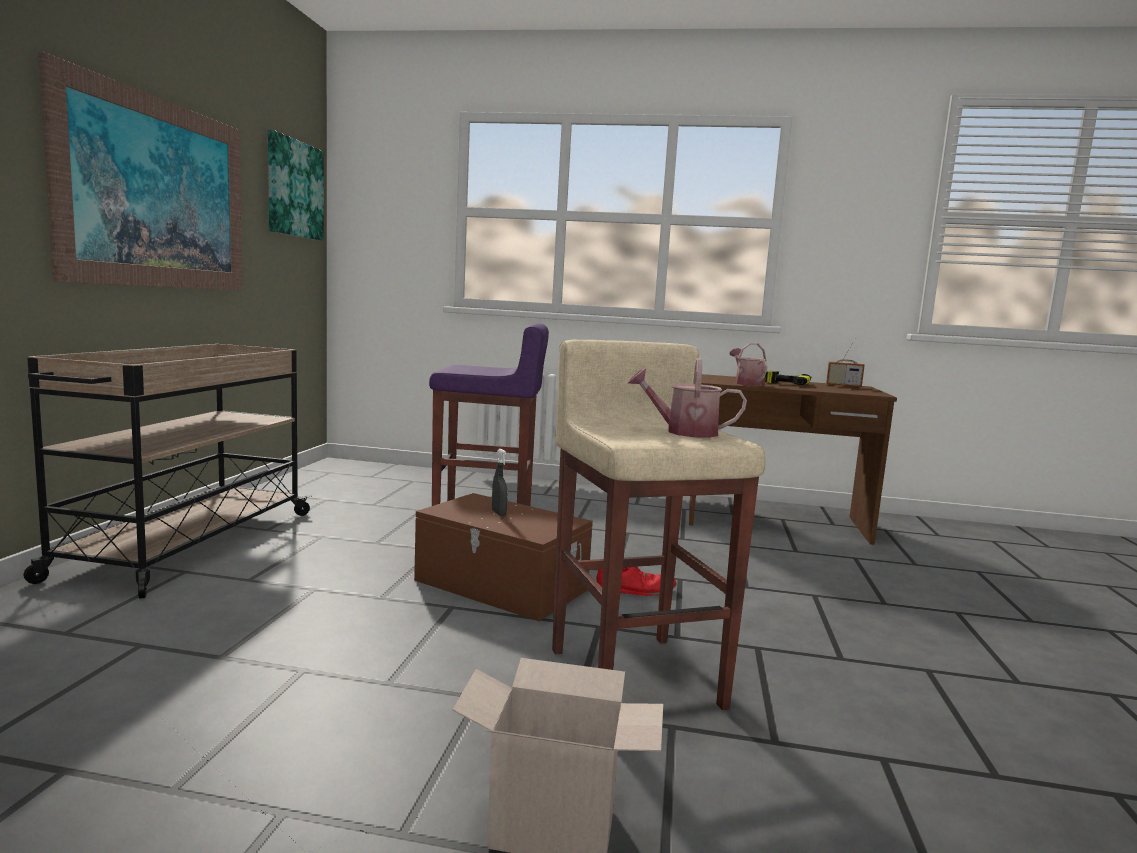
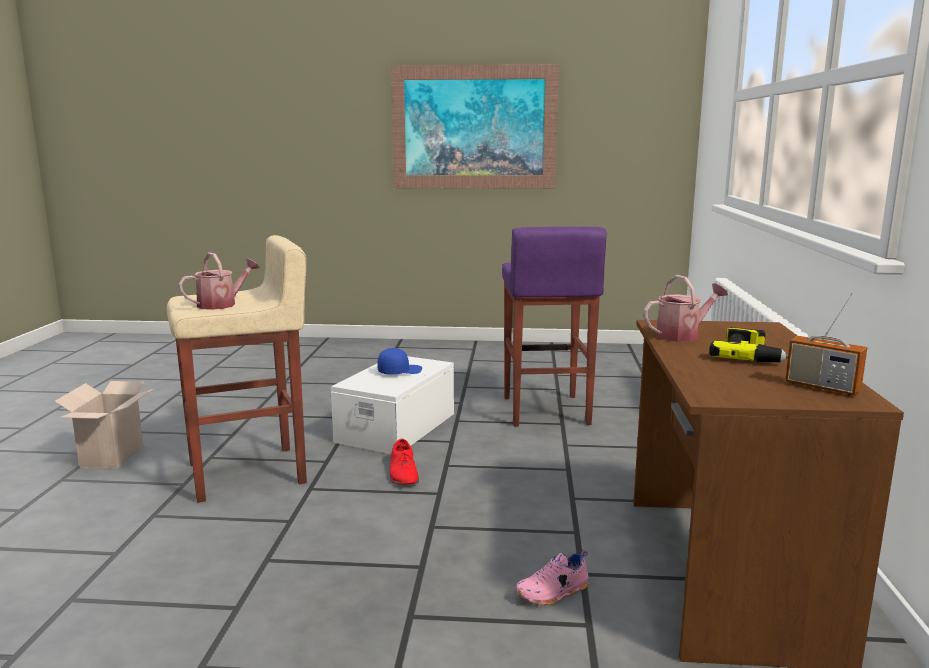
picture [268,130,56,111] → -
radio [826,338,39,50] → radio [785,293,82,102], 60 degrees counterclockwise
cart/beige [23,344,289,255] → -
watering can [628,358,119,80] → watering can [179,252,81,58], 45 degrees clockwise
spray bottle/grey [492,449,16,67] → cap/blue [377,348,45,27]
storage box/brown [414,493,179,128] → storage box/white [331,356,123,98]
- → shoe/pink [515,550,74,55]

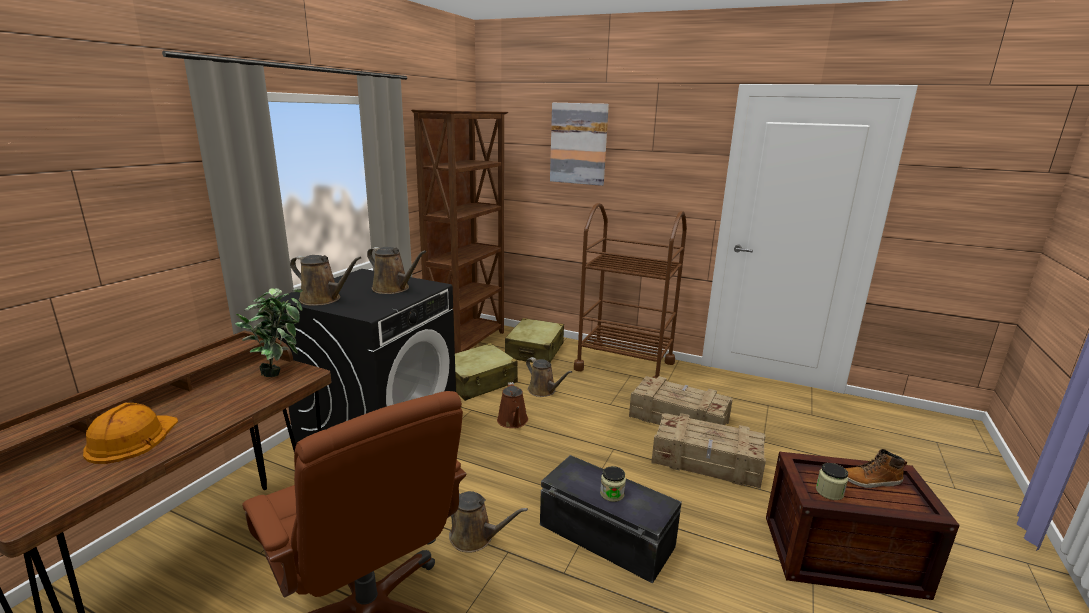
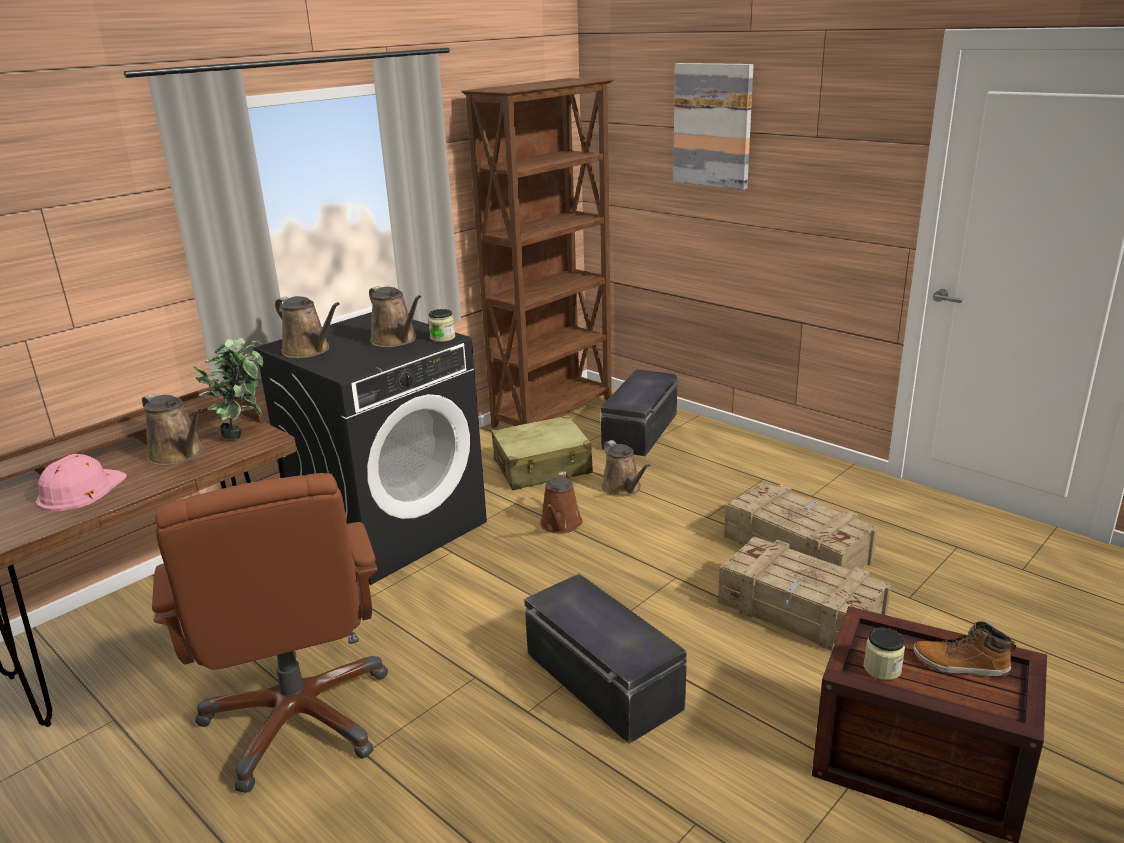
cart/brown [574,203,113,176] → -
suitcase/beige [505,318,59,44] → storage box/black [601,369,78,87]
hard hat/orange [83,403,95,61] → hard hat/pink [36,454,91,58]
jar [600,466,26,36] → jar [428,309,27,33], moved
watering can/brown [449,491,79,62] → watering can/brown [142,393,61,72], moved

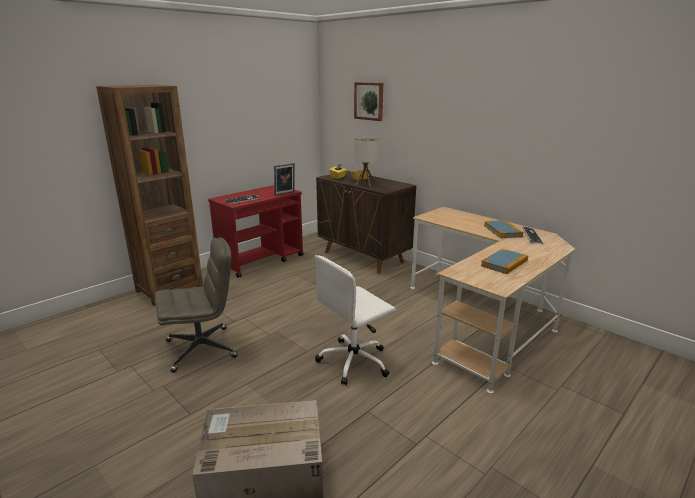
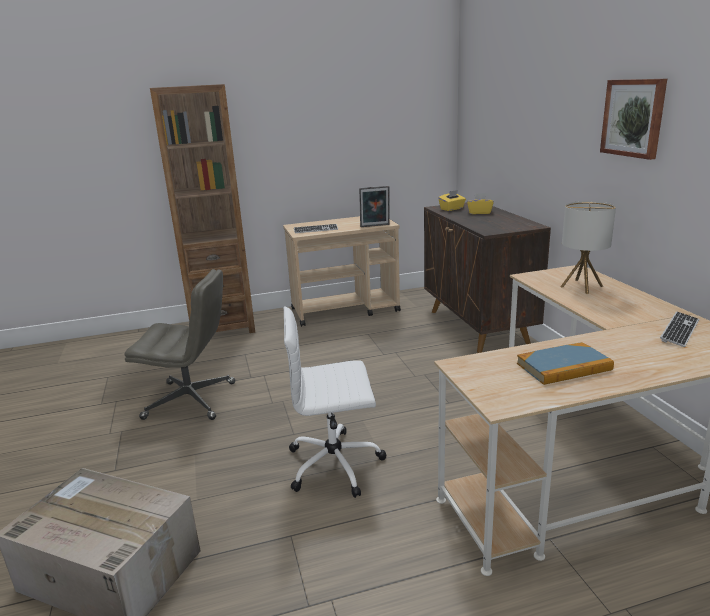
picture [354,82,29,39] → picture [600,79,67,81], moved
table lamp [354,138,24,48] → table lamp [560,201,56,93], moved
cart/red [208,185,96,93] → cart/beige [283,216,118,111]
book [484,220,39,18] → -

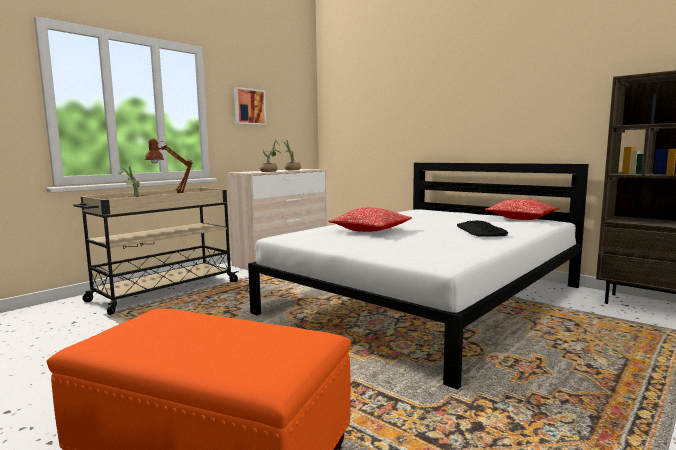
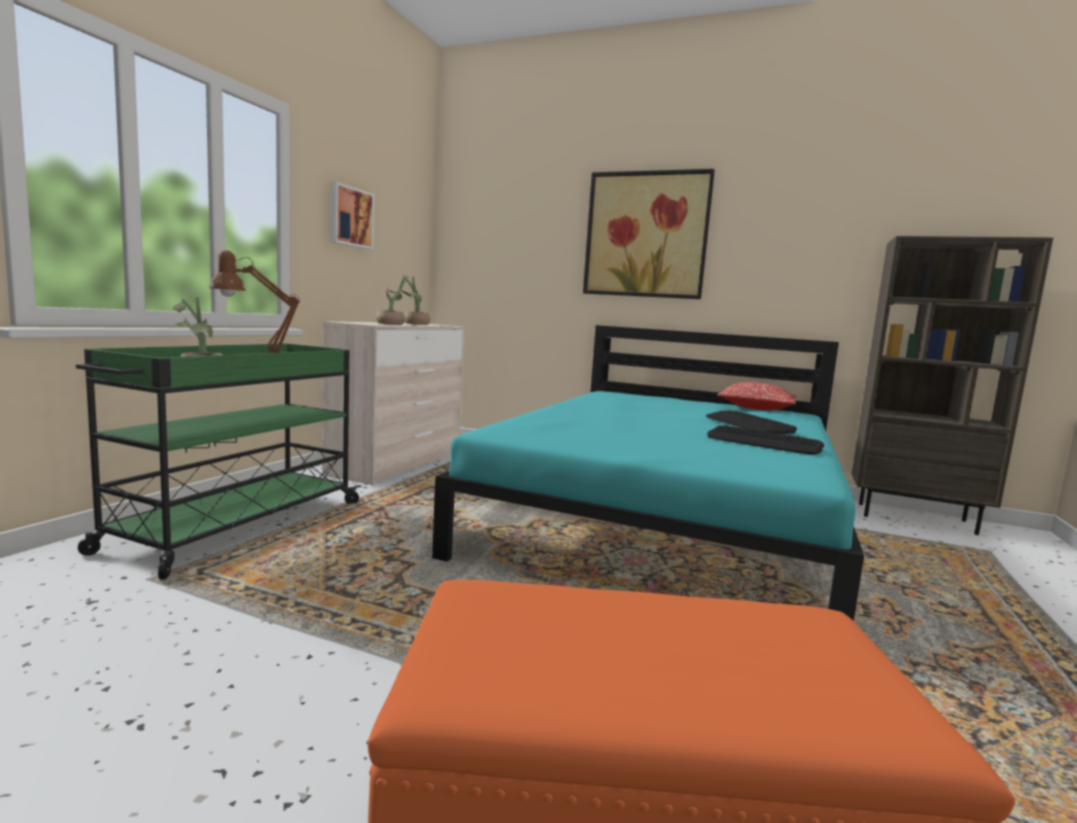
bed/white [248,163,341,227] → bed/turquoise [432,325,432,296]
cart/beige [73,187,166,128] → cart/green [76,343,286,237]
pillow [328,207,84,25] → -
- → picture [583,169,132,130]
- → keyboard [707,426,117,29]

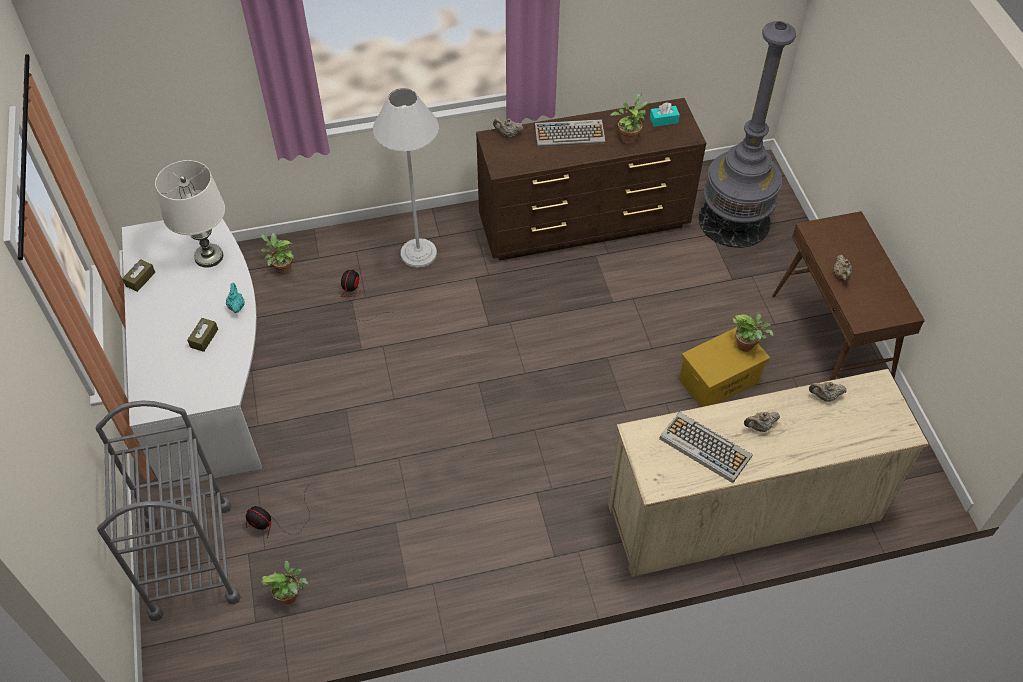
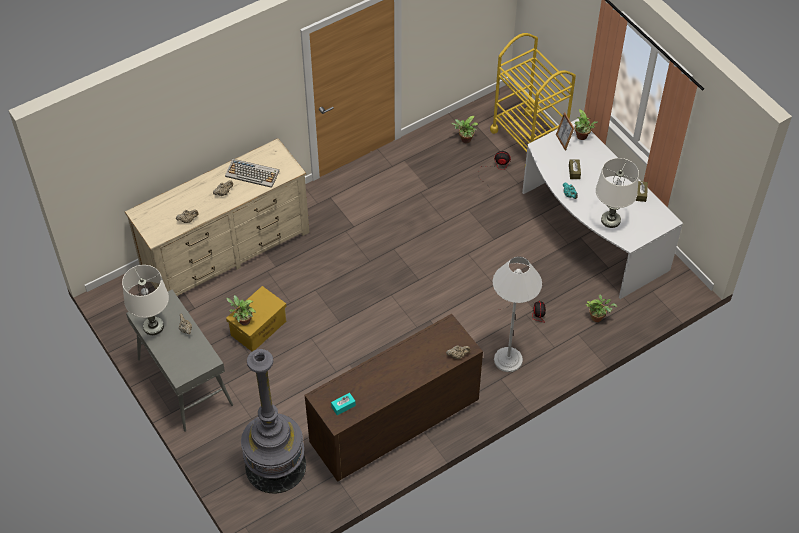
potted plant [610,93,39,51] → potted plant [574,109,24,31], moved
keyboard [535,119,70,28] → -
console table/brown [772,211,153,170] → console table/grey [126,290,107,142]
cart/grey [95,400,146,221] → cart/yellow [490,33,86,131]
- → picture frame [556,112,18,38]
- → table lamp/white [122,265,47,70]

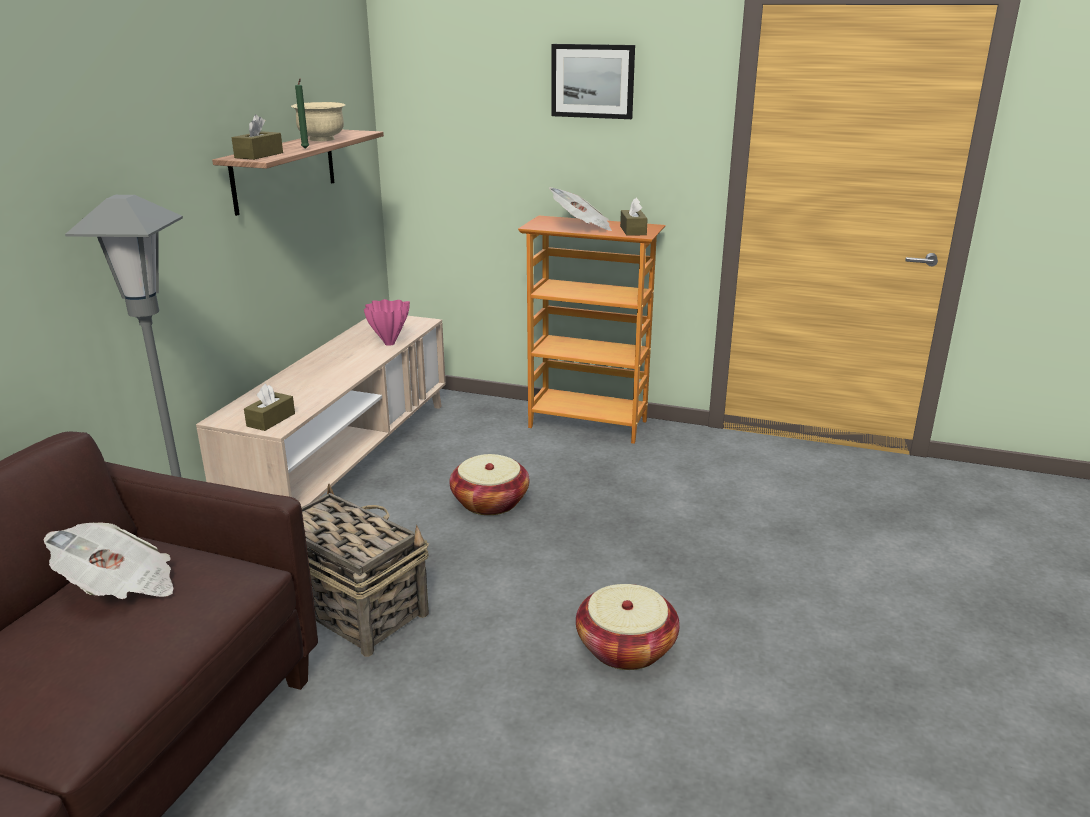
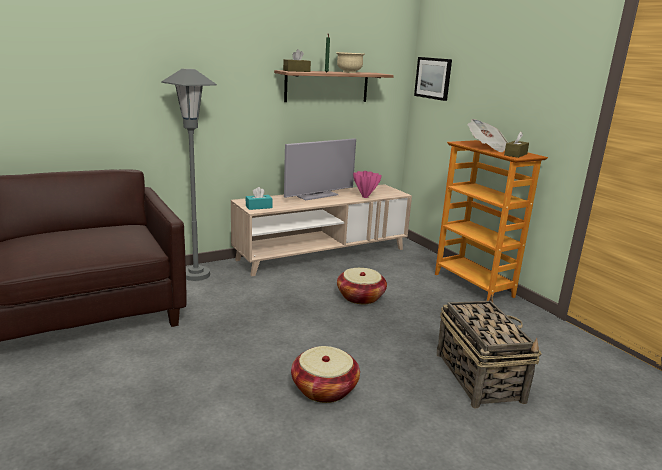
picture [551,44,84,75] → picture [414,57,38,44], moved
tissue box/brown [244,384,51,47] → tissue box/turquoise [246,187,27,23]
basket [301,484,128,173] → basket [437,294,105,114], moved
newspaper [44,522,129,77] → -
- → television [284,138,72,62]

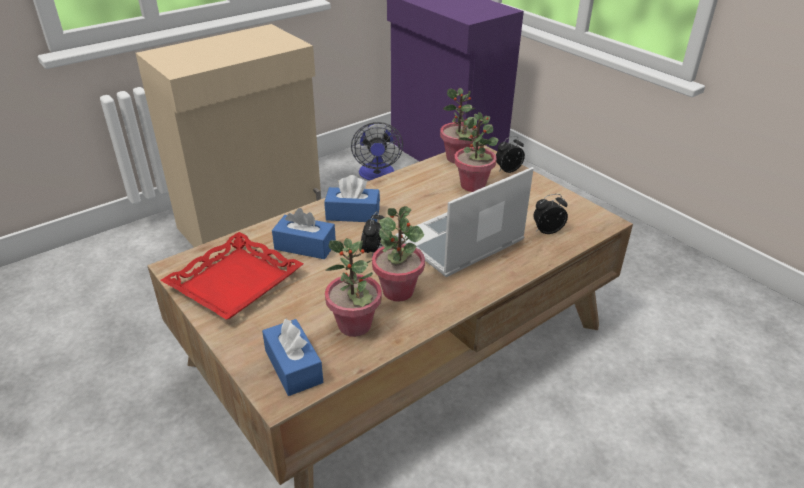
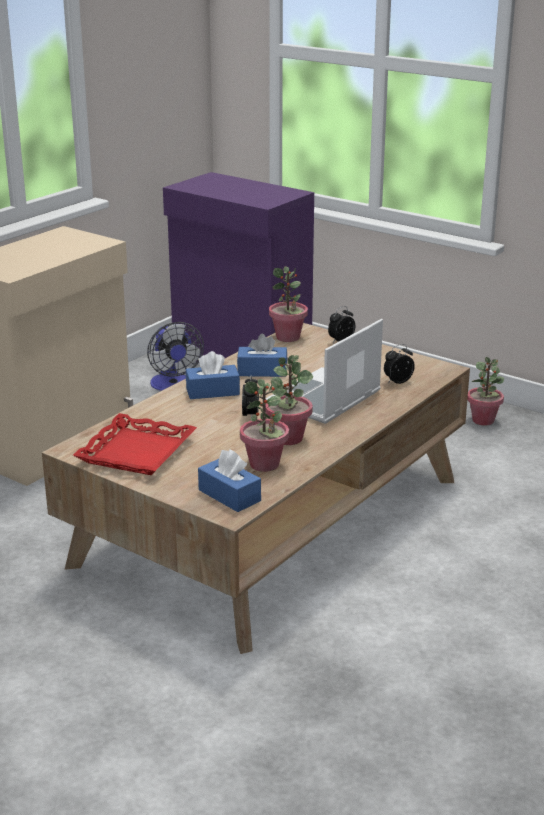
potted plant [454,112,44,80] → potted plant [467,357,37,69], moved
tissue box/blue [272,208,64,51] → tissue box/blue [237,334,50,43], moved

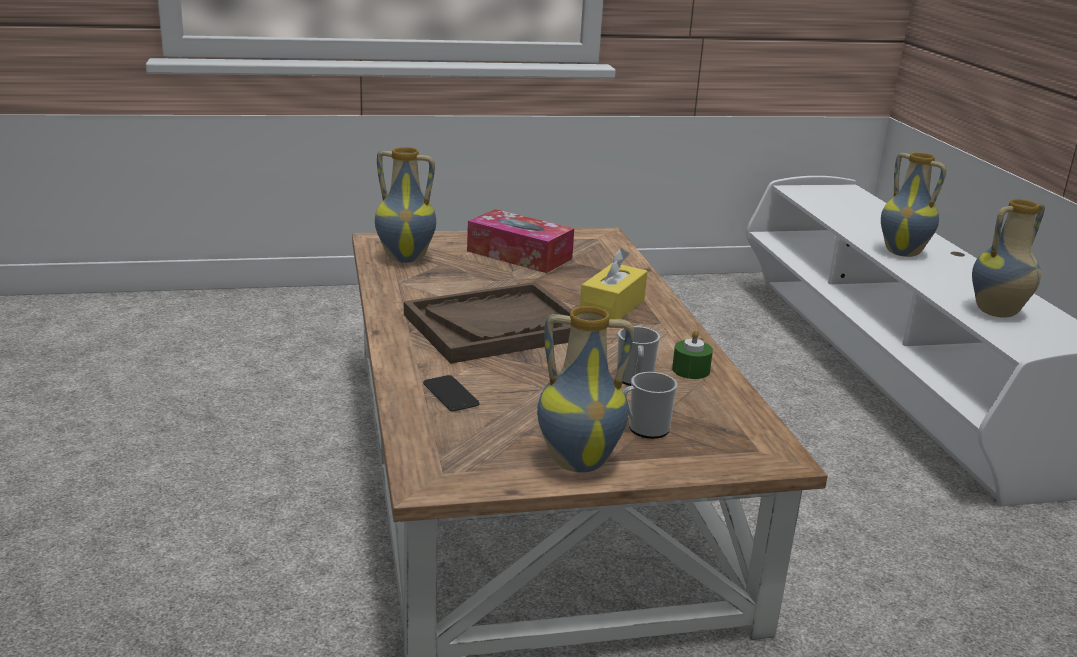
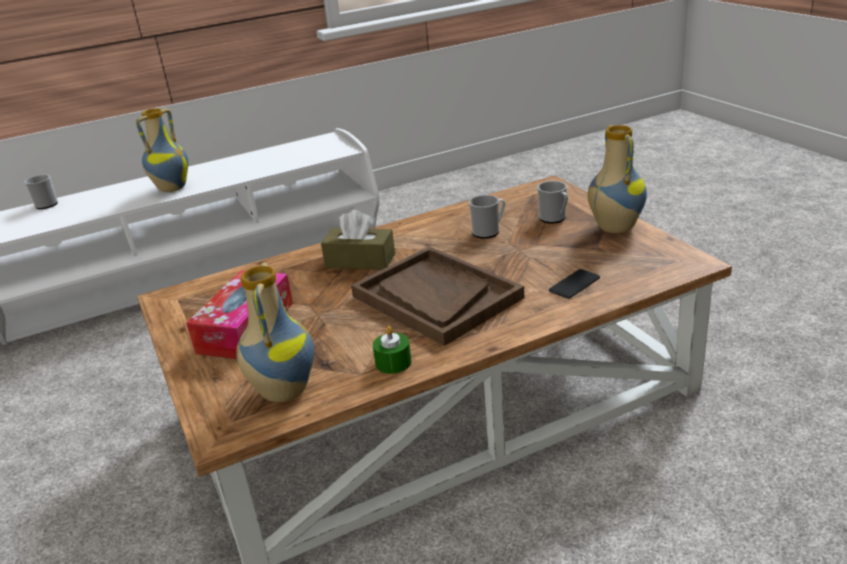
vase [972,199,73,119] → -
tissue box/yellow [580,248,67,71] → tissue box/brown [321,210,74,60]
candle/green [672,329,41,50] → candle/green [373,326,39,48], moved
- → mug [25,175,33,34]

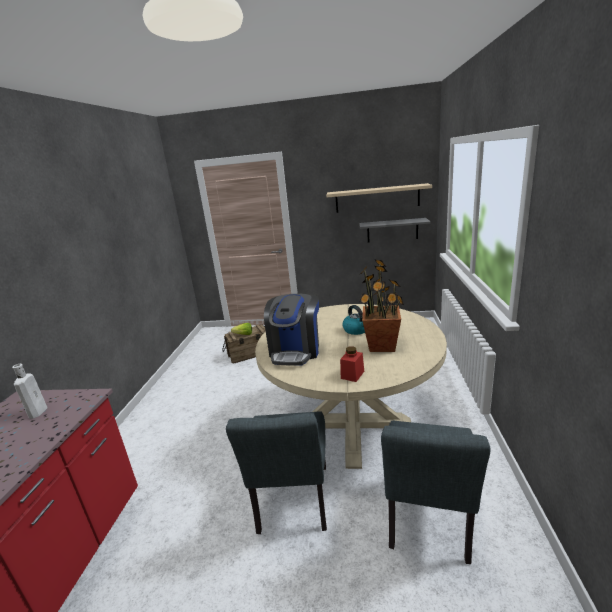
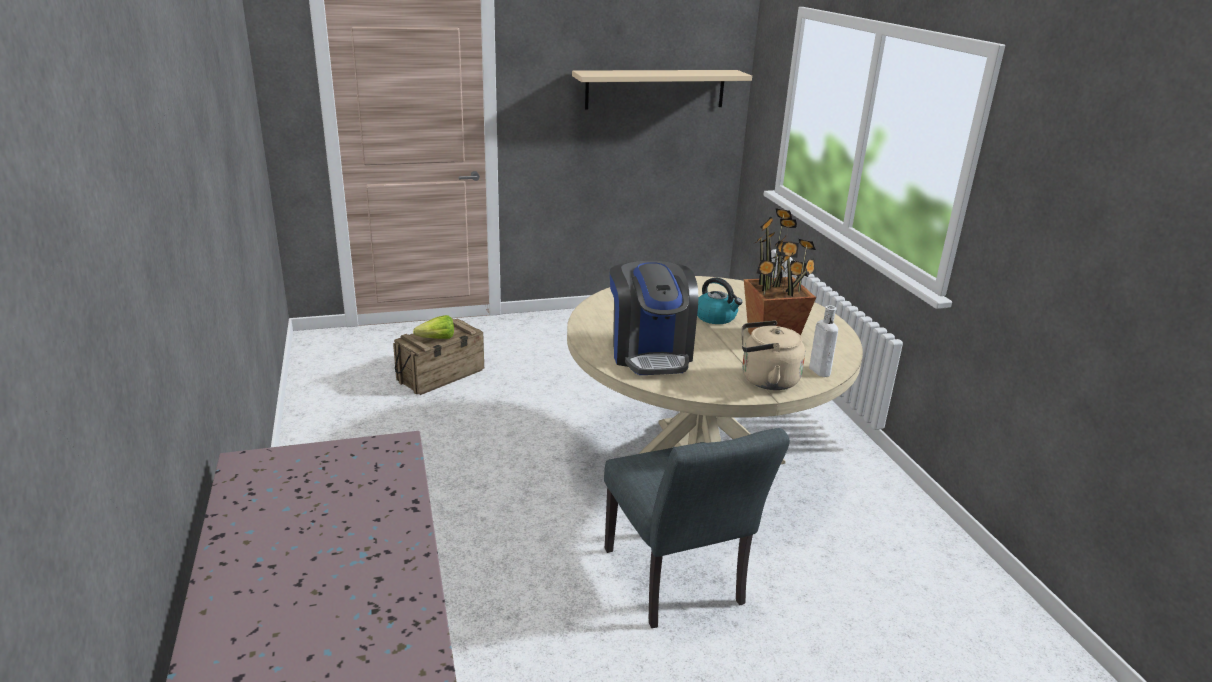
shelf/grey [359,218,72,25] → -
jar/red [340,346,24,36] → kettle/beige [742,320,63,70]
bottle/white [12,364,36,55] → bottle/white [809,305,29,72], moved
chair/grey [381,421,109,143] → -

